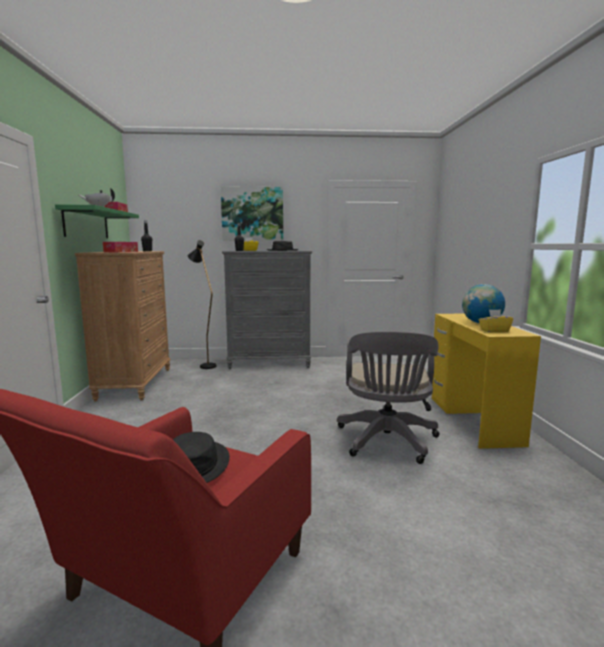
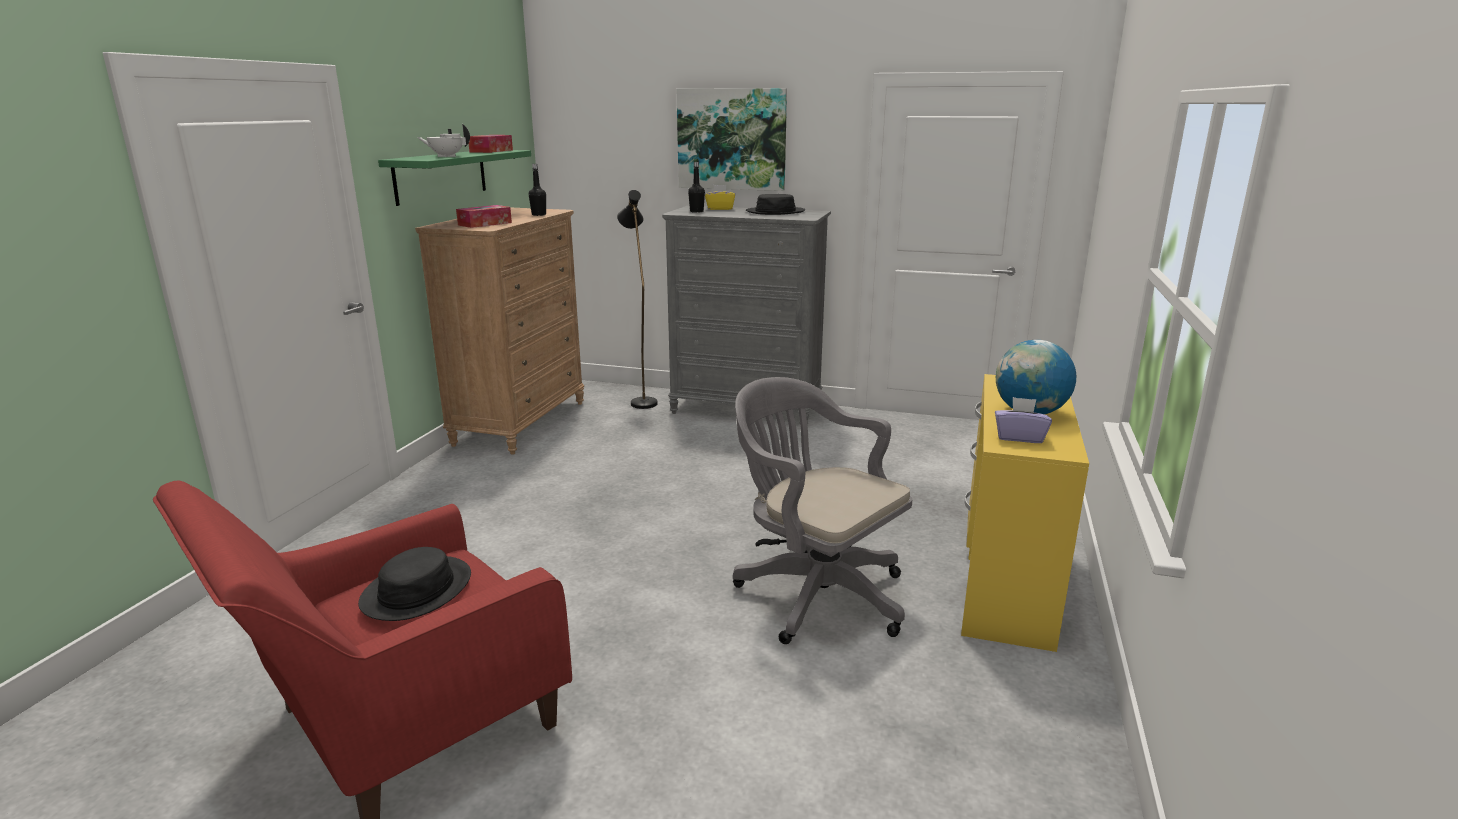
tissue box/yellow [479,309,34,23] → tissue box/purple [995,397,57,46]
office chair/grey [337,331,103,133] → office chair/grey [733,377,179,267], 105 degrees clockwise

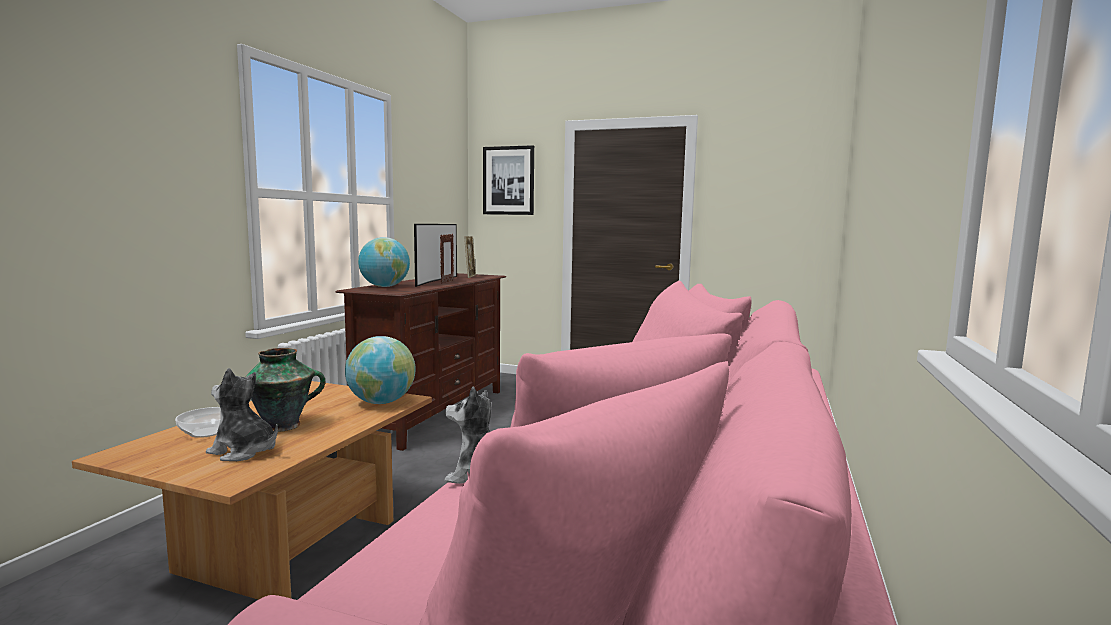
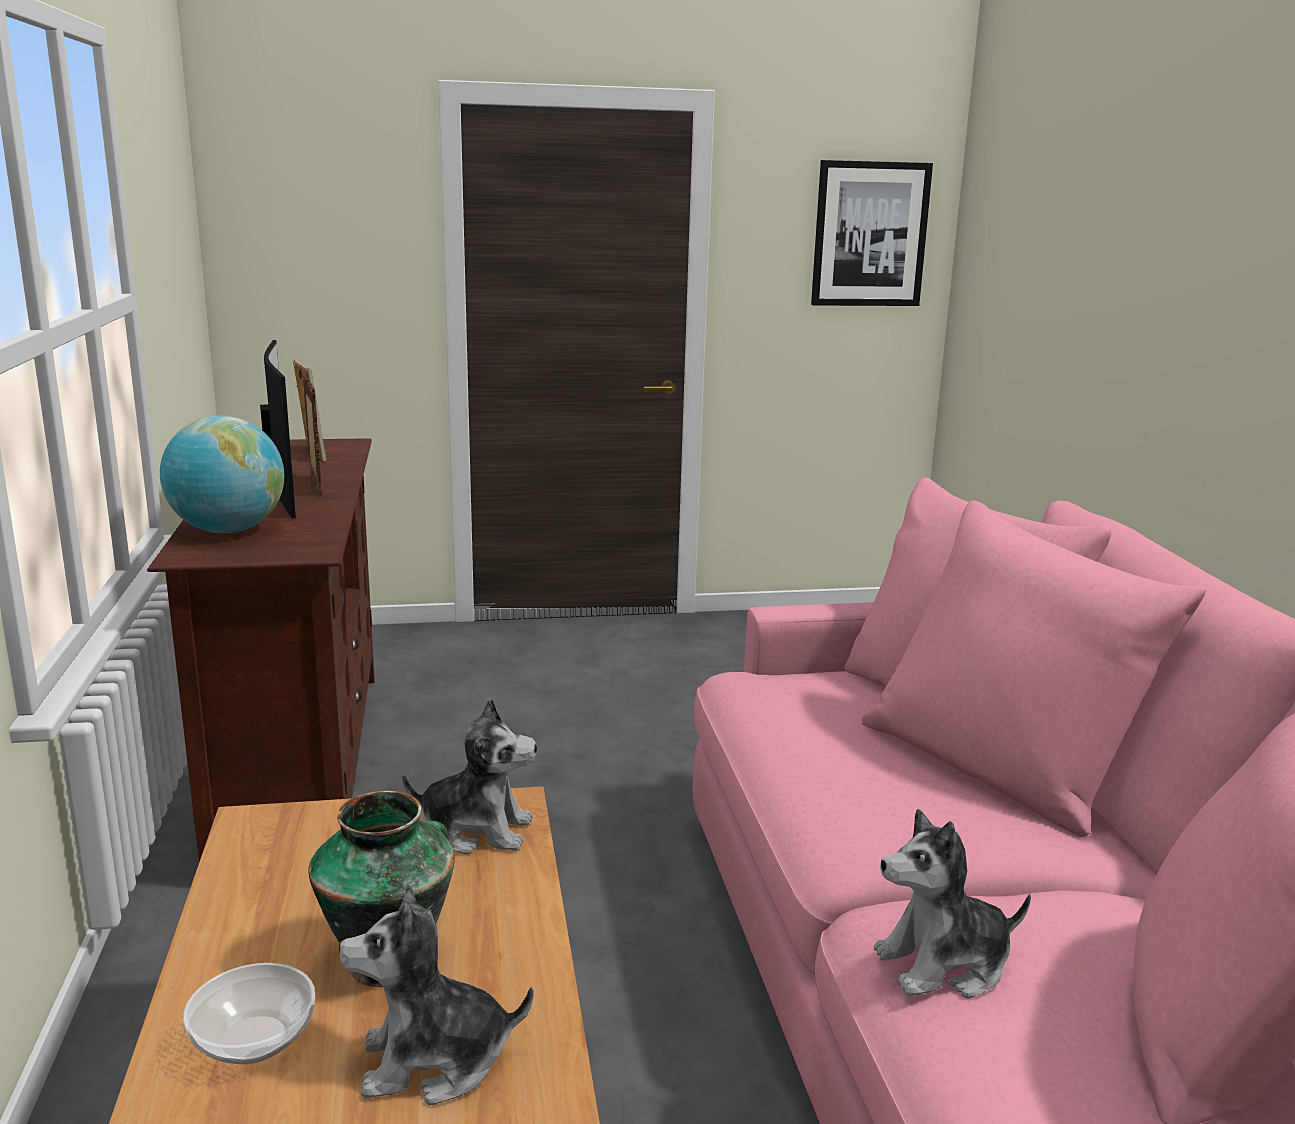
picture [483,145,51,70] → picture [811,160,122,146], moved
globe [345,336,71,68] → plush toy [402,698,135,157]

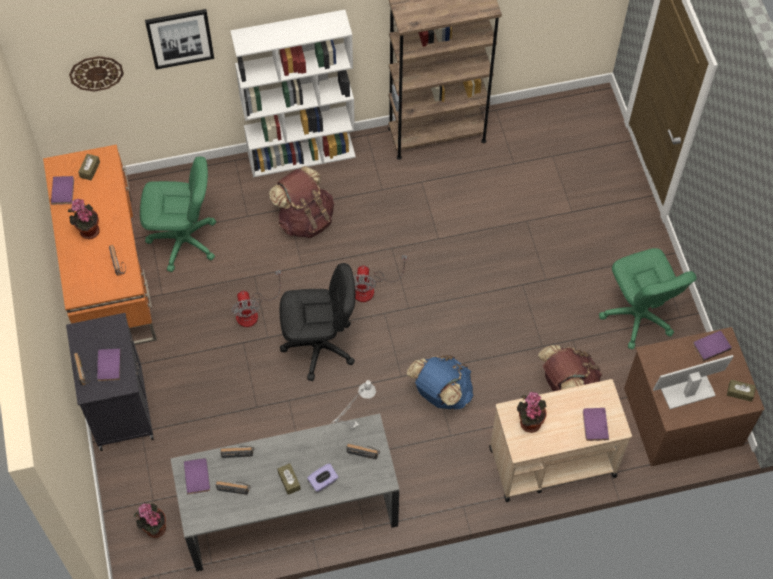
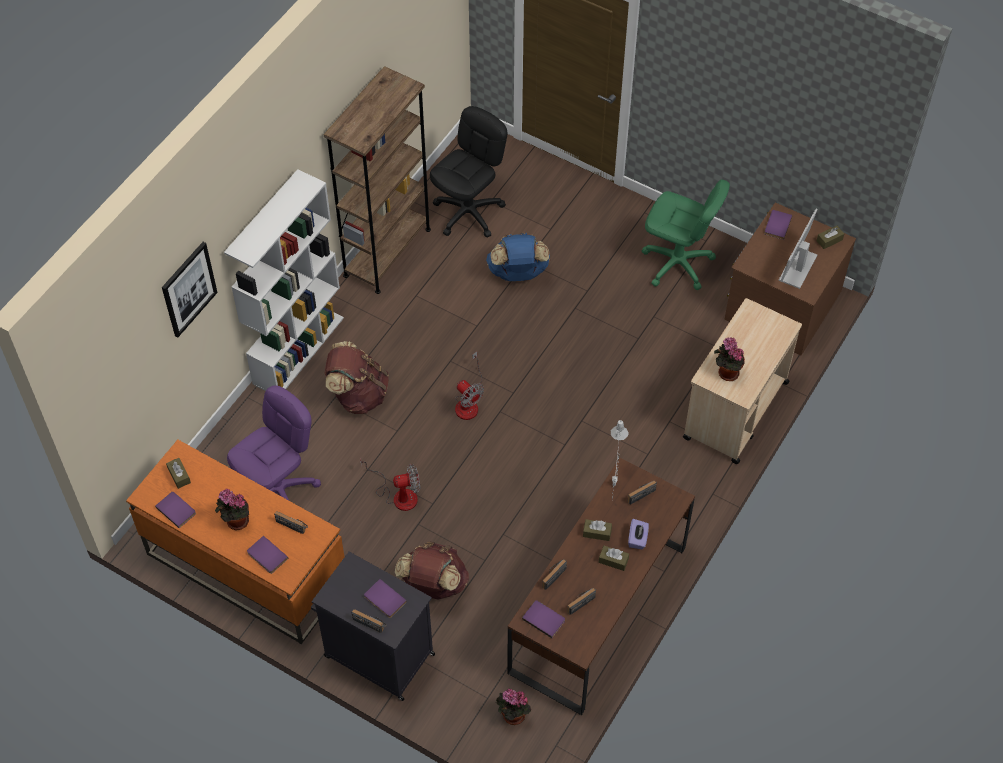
wall clock [69,56,55,35] → -
office chair/green [140,156,76,116] → office chair/purple [227,385,94,115]
office chair/black [280,263,75,118] → office chair/black [430,106,78,132], moved
fan [232,270,49,57] → fan [360,458,60,53], 45 degrees counterclockwise
backpack/brown [538,345,64,47] → backpack/brown [395,542,74,58], moved
backpack/blue [407,355,66,54] → backpack/blue [486,232,64,49], moved
book/purple [583,408,26,33] → book/purple [247,536,41,38], moved
desk/grey [170,413,229,158] → desk/brown [507,458,188,258]
- → tissue box/brown [583,519,29,22]

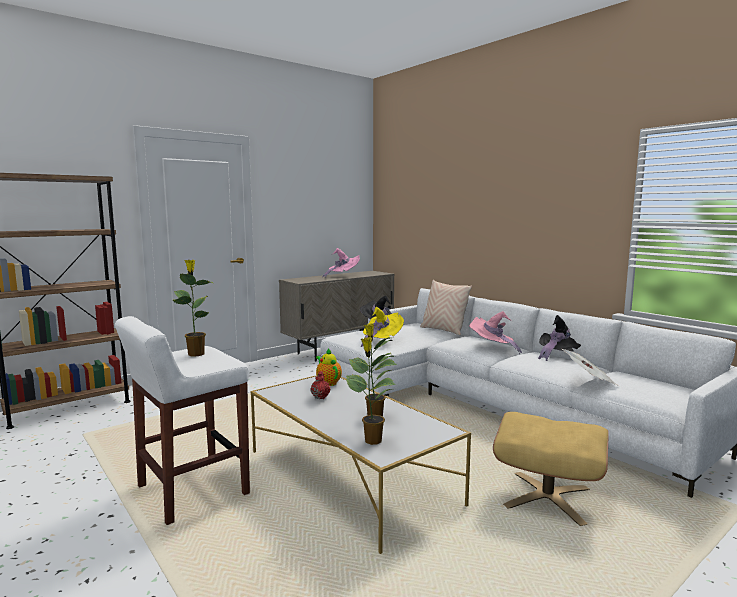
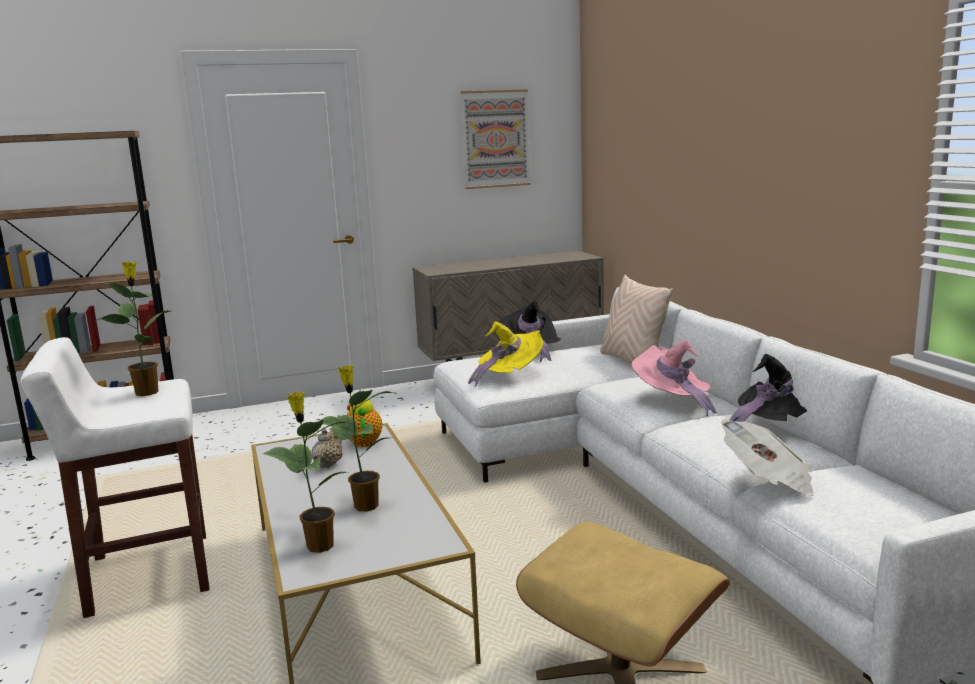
hat/pink [322,248,38,30] → -
teapot/red [310,371,20,28] → teapot/beige [311,428,32,40]
- → picture [460,89,71,100]

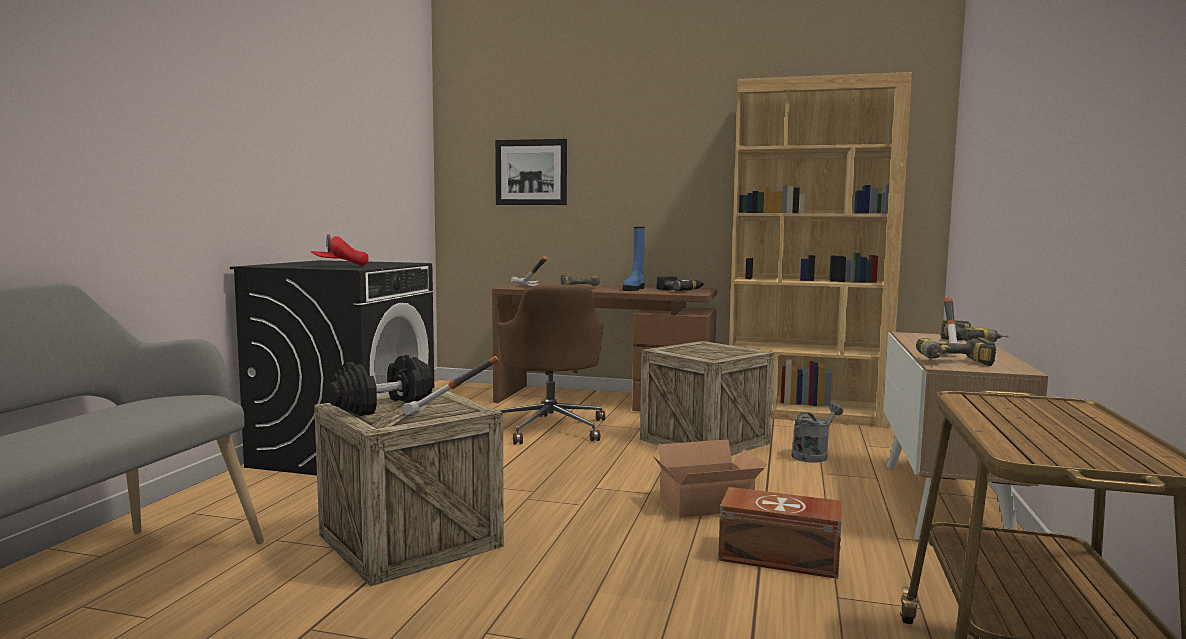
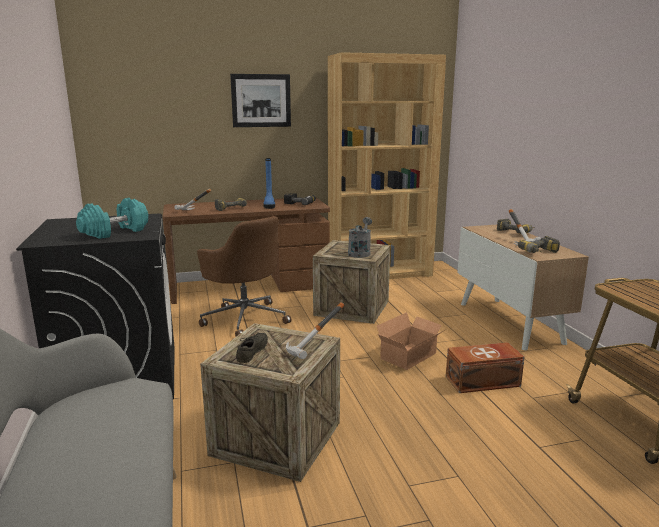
picture [495,139,72,66] → picture [230,74,61,53], moved
cap/red [311,234,58,32] → dumbbell/turquoise [76,198,72,41]
dumbbell/black [327,355,107,61] → shoe/grey [236,333,32,30]
watering can/grey [791,403,52,60] → watering can/grey [348,217,24,41], moved

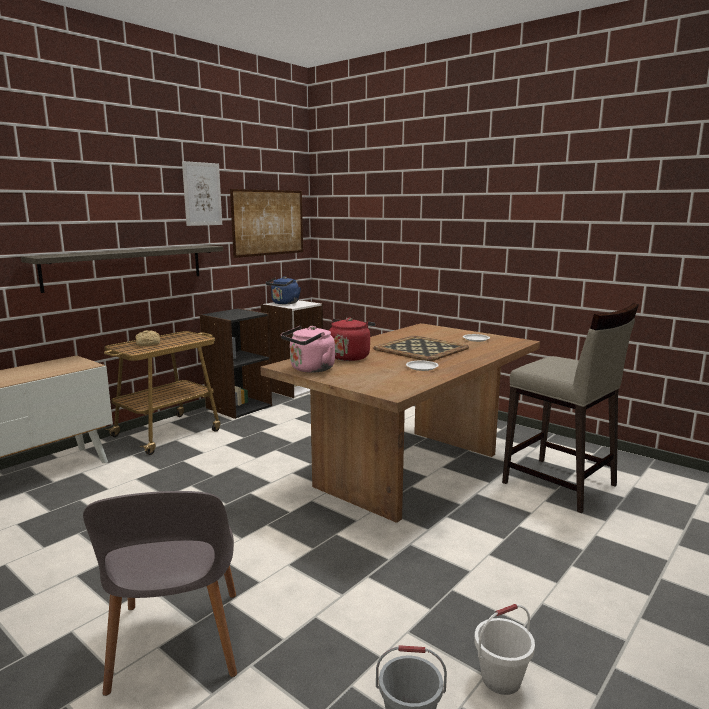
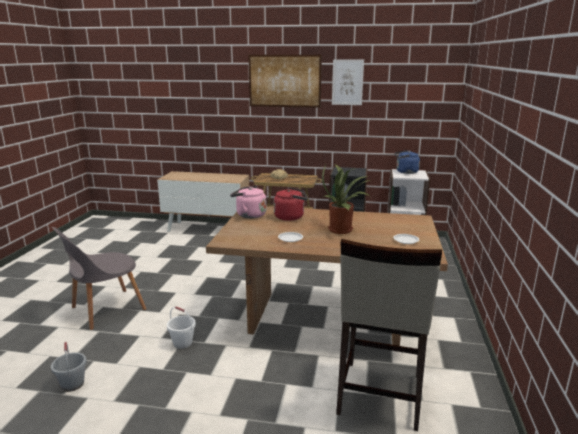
picture [230,189,73,69] → picture [248,55,74,53], moved
shelf [21,245,202,48] → -
tray [373,336,96,25] → potted plant [322,164,49,70]
bucket/white [474,604,61,91] → bucket/white [167,306,29,43], moved

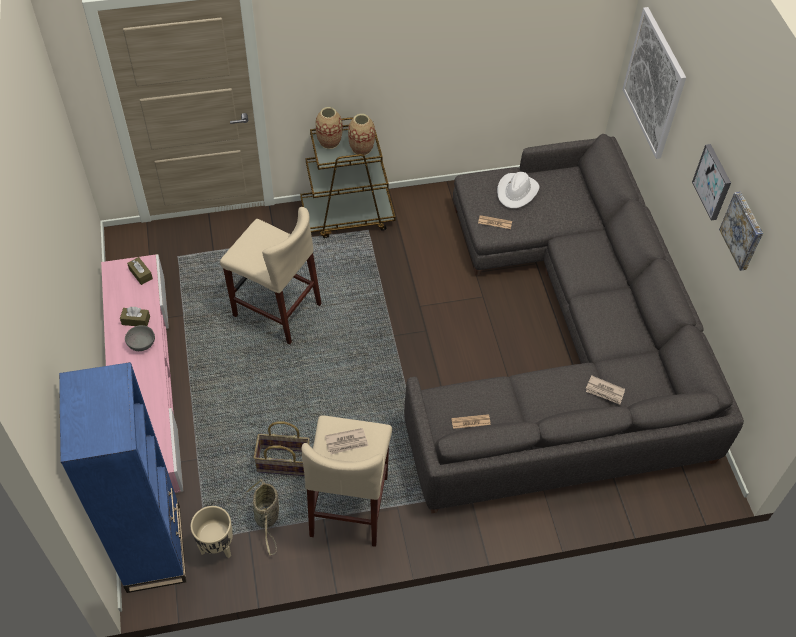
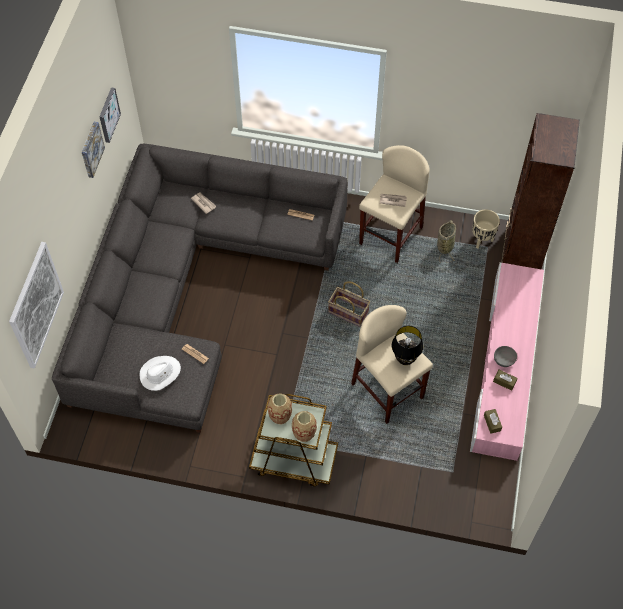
picture [692,144,39,76] → picture [99,87,22,56], moved
bookcase/blue [59,362,127,231] → bookcase/brown [501,113,79,156]
basket [253,422,57,54] → basket [328,281,42,46], moved
- → table lamp/black [392,326,31,39]

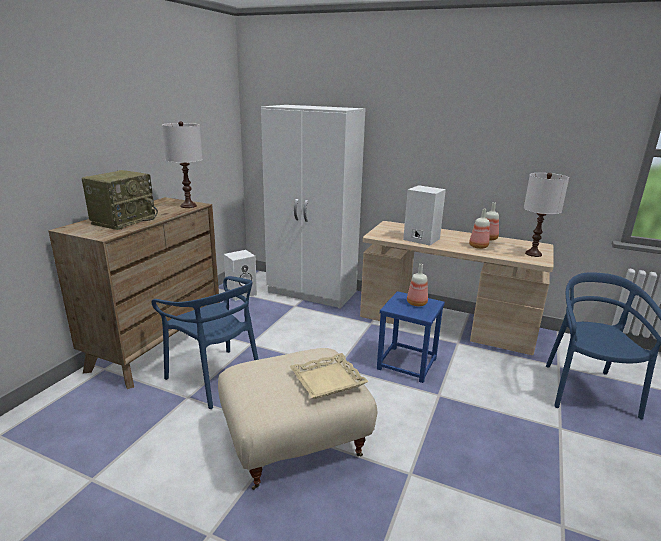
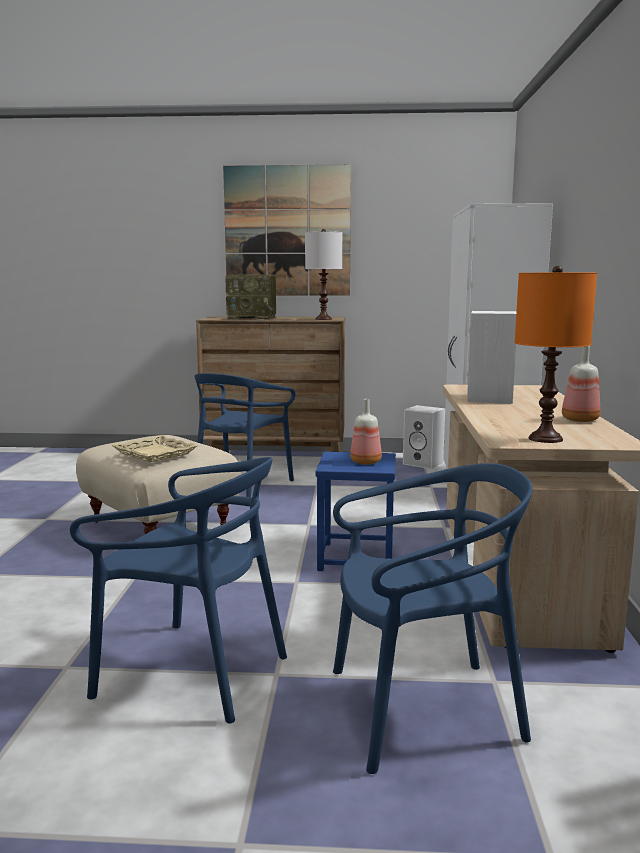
table lamp/white [524,173,45,84] → table lamp/orange [515,266,82,177]
bottle [469,209,21,40] → -
- → picture [223,165,128,131]
- → chair/blue [70,457,217,266]

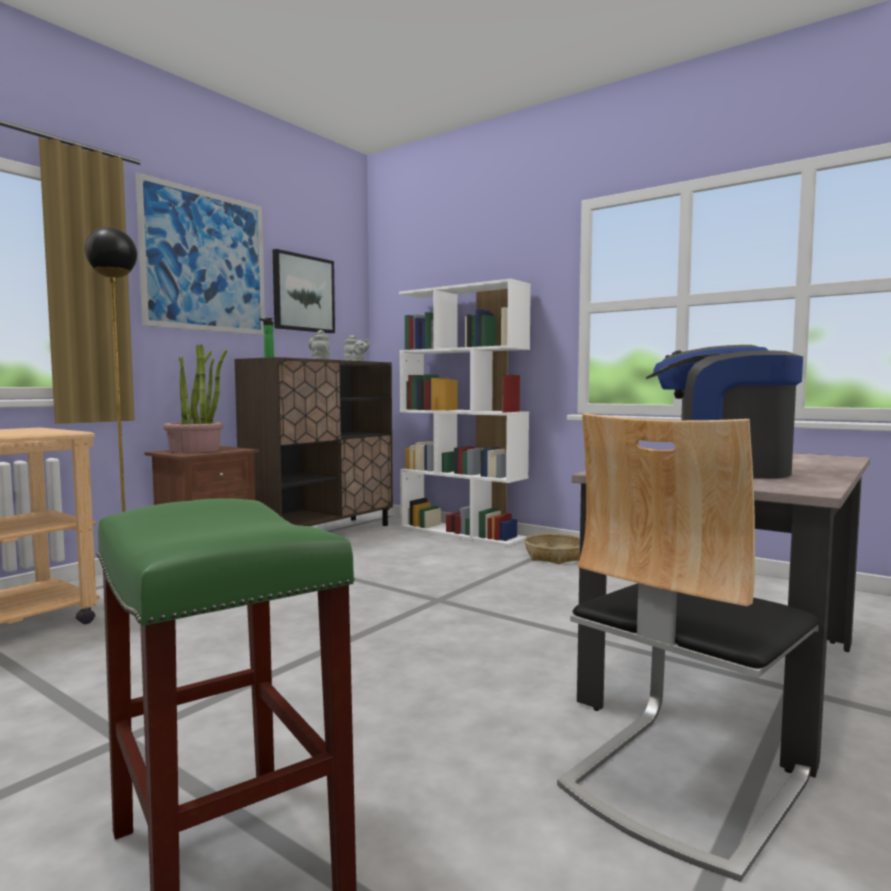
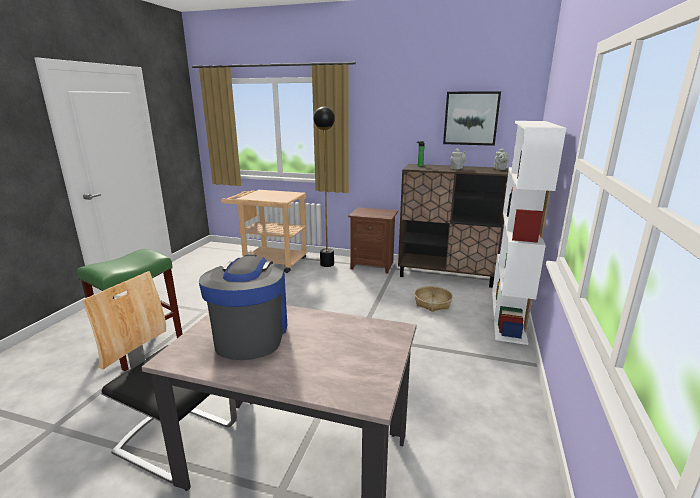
picture [136,172,129,163] → -
potted plant [163,344,64,109] → -
basket [525,533,55,31] → basket [414,286,39,26], moved

